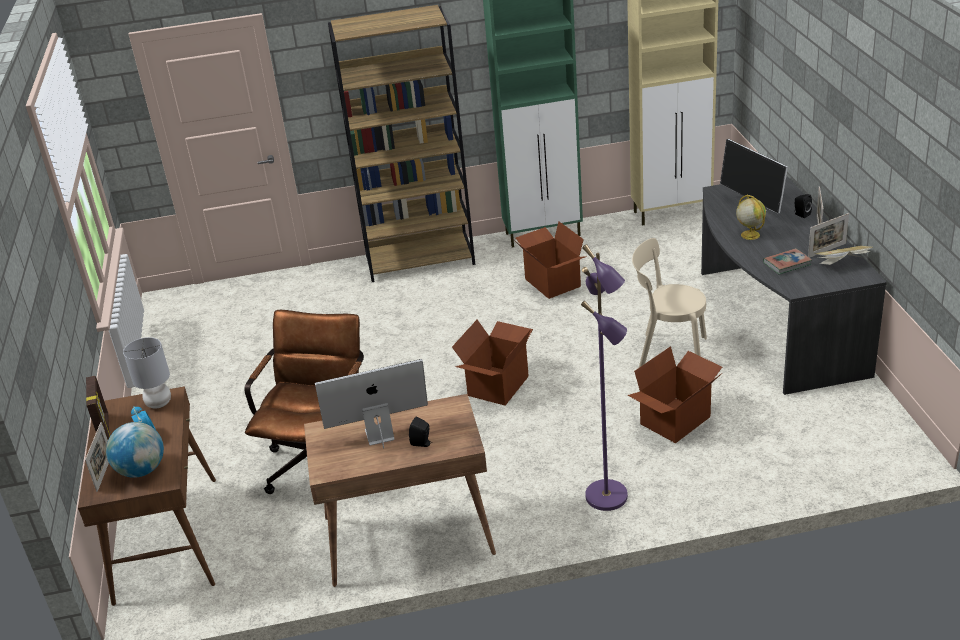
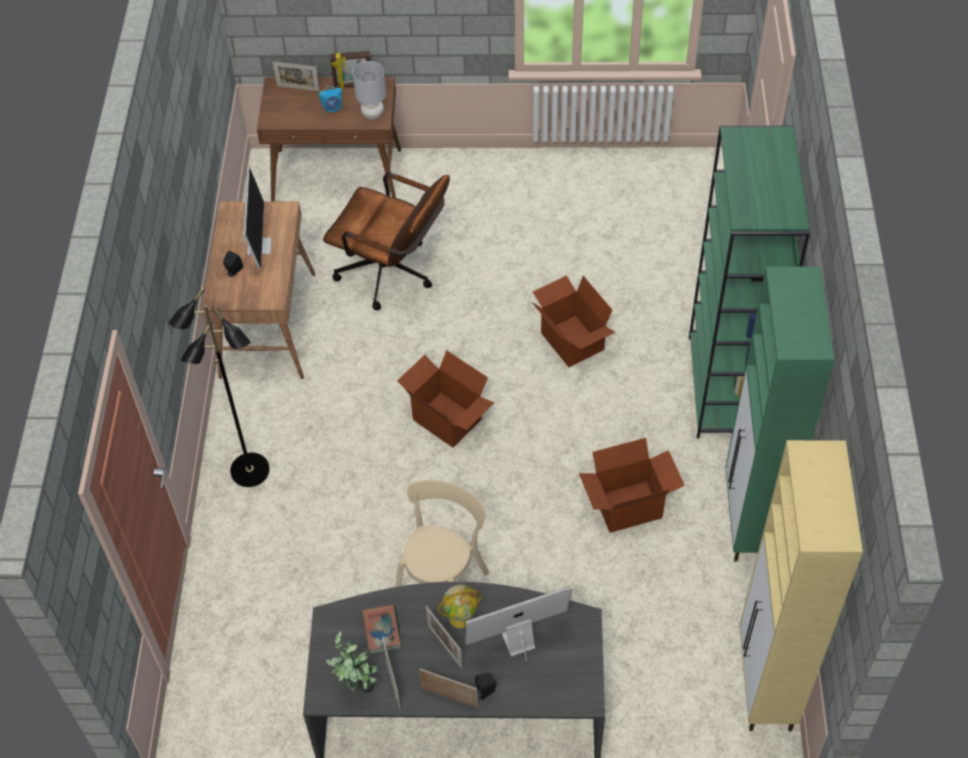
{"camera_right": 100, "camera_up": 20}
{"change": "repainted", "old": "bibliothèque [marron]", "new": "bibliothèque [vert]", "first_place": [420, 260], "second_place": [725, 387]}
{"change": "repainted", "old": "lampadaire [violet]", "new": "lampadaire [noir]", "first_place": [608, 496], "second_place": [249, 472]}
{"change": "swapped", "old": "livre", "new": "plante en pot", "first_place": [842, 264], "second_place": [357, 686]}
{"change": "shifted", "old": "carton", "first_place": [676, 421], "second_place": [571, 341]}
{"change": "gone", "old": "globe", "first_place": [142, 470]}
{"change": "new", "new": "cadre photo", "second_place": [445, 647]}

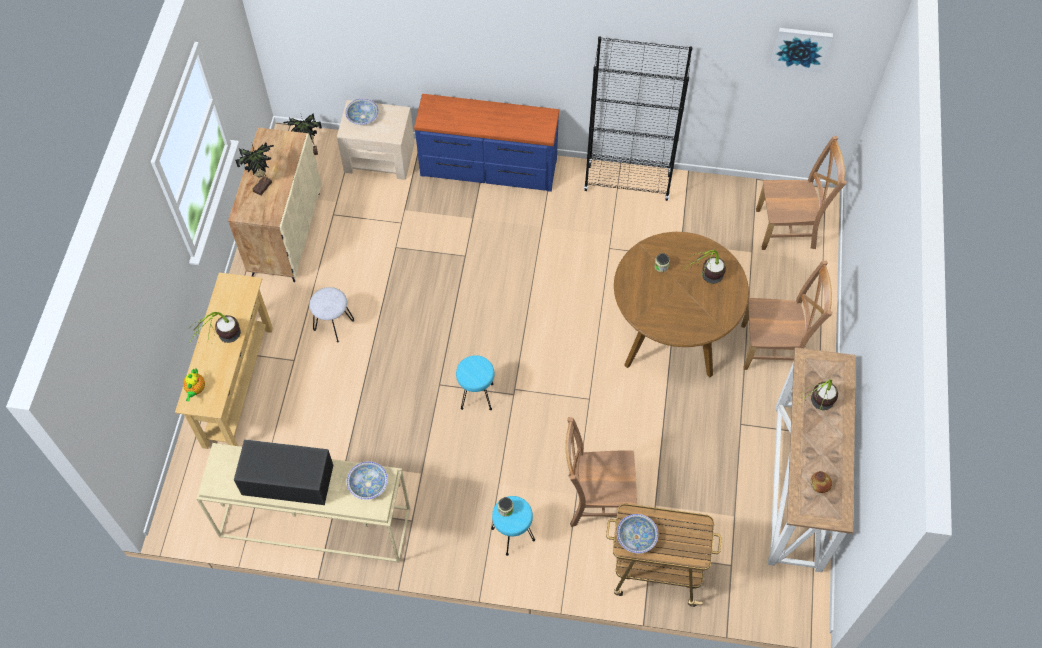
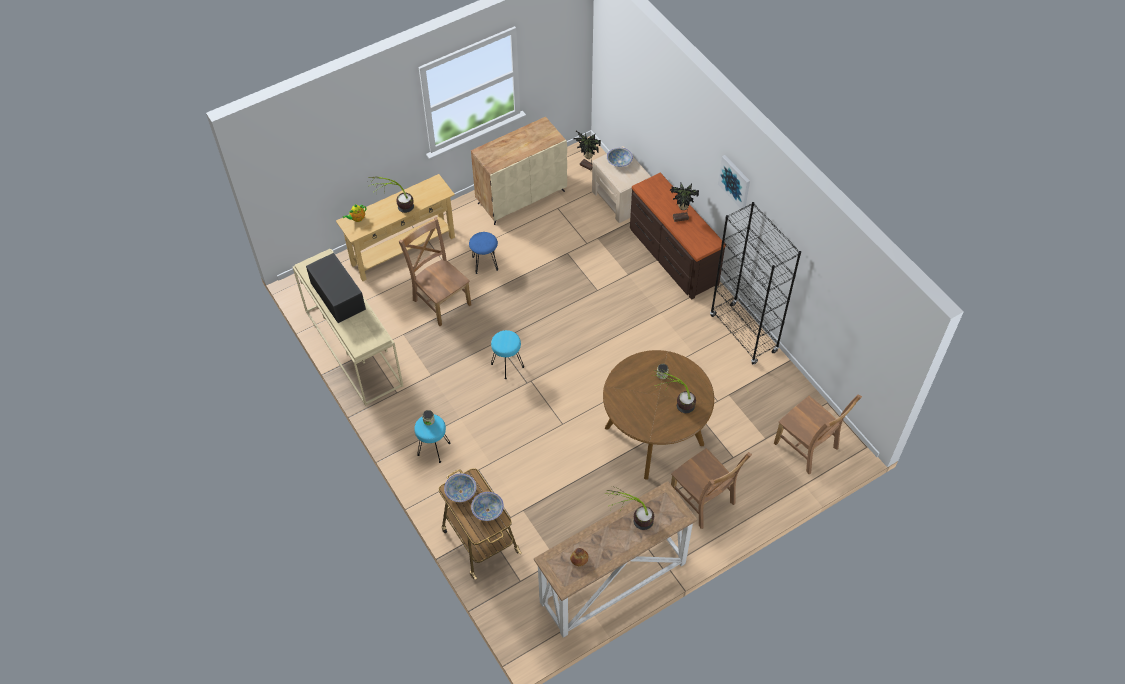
{"camera_right": 50, "camera_up": -5}
{"change": "shifted", "old": "tableau", "first_place": [800, 48], "second_place": [735, 181]}
{"change": "repainted", "old": "commode [bleu]", "new": "commode [marron]", "first_place": [488, 168], "second_place": [672, 256]}
{"change": "shifted", "old": "plante en pot", "first_place": [264, 187], "second_place": [681, 219]}
{"change": "repainted", "old": "tabouret [gris]", "new": "tabouret [bleu]", "first_place": [333, 325], "second_place": [485, 263]}
{"change": "shifted", "old": "chaise [marron]", "first_place": [596, 499], "second_place": [440, 300]}
{"change": "shifted", "old": "bol", "first_place": [368, 484], "second_place": [487, 510]}

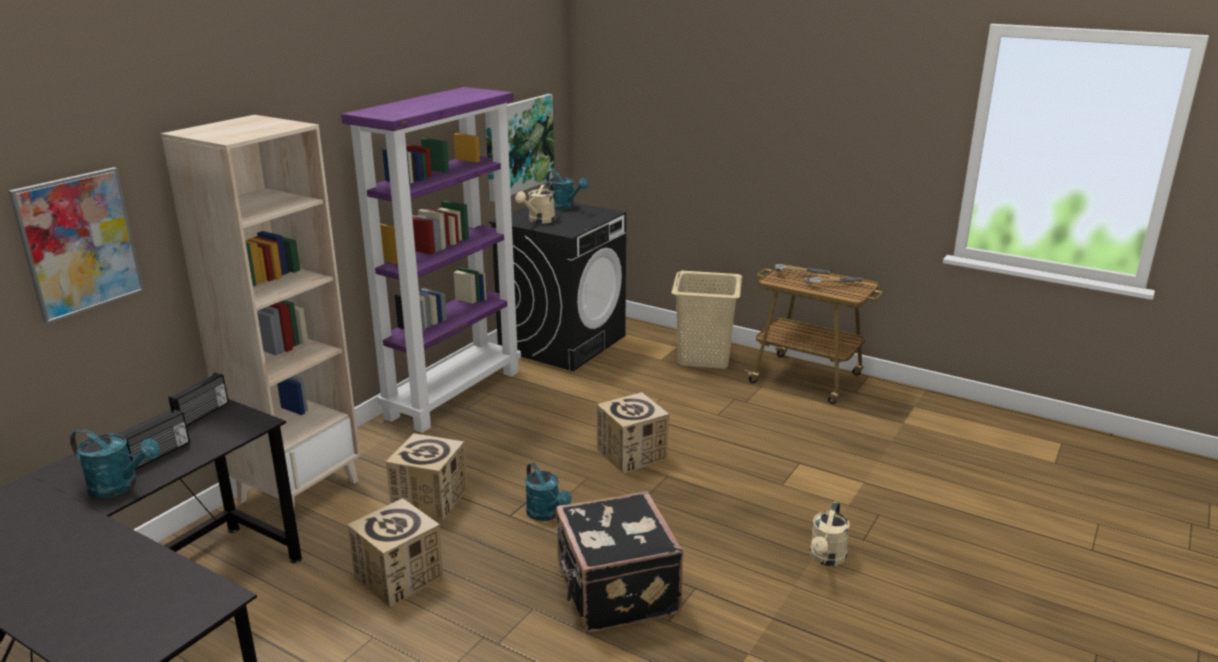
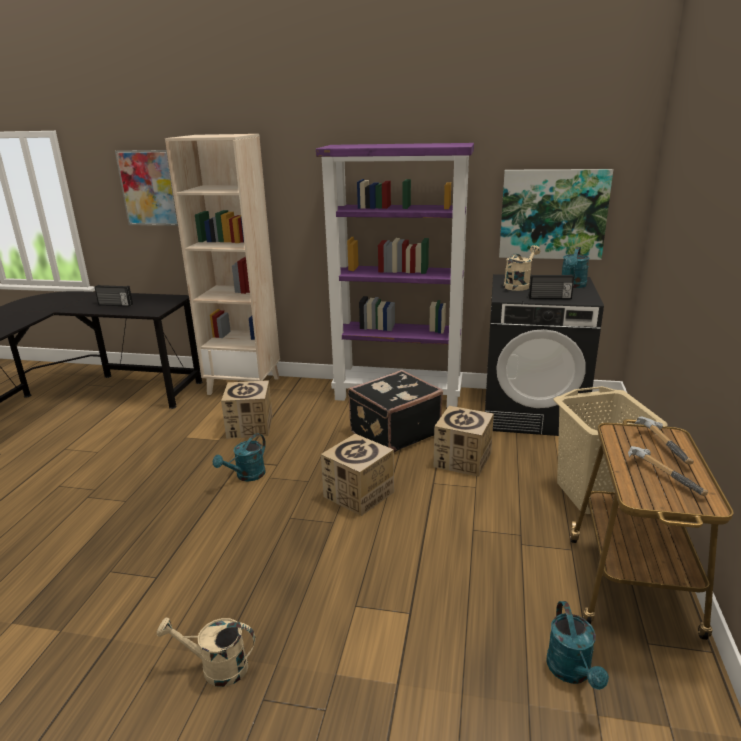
{"camera_right": 70, "camera_up": 0}
{"change": "rotated", "old": "arrosoir [beige]", "first_place": [539, 221], "second_place": [519, 285], "degrees": 120}
{"change": "shifted", "old": "radio", "first_place": [203, 414], "second_place": [549, 298]}
{"change": "shifted", "old": "arrosoir [turquoise]", "first_place": [120, 486], "second_place": [572, 672]}
{"change": "shifted", "old": "valise [noir]", "first_place": [615, 591], "second_place": [393, 432]}
{"change": "shifted", "old": "carton", "first_place": [399, 577], "second_place": [462, 460]}

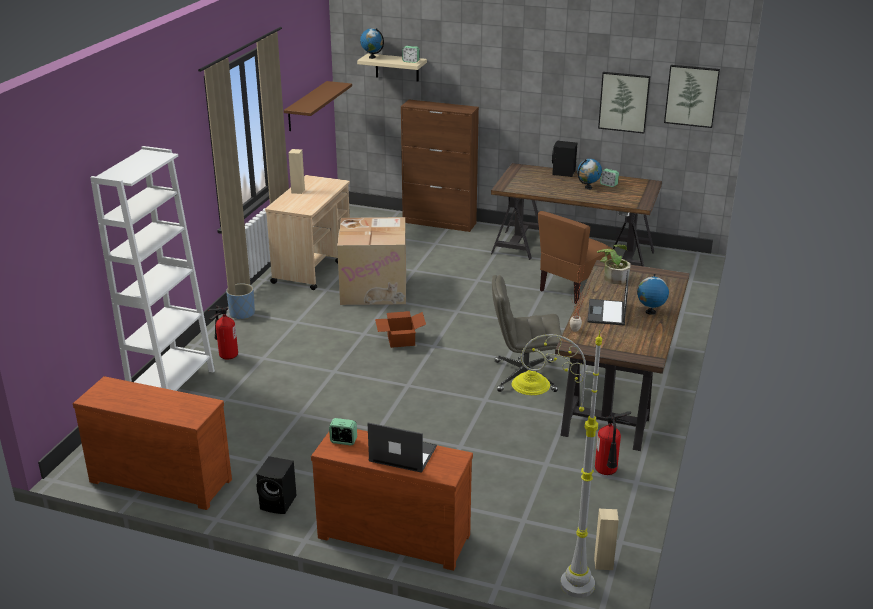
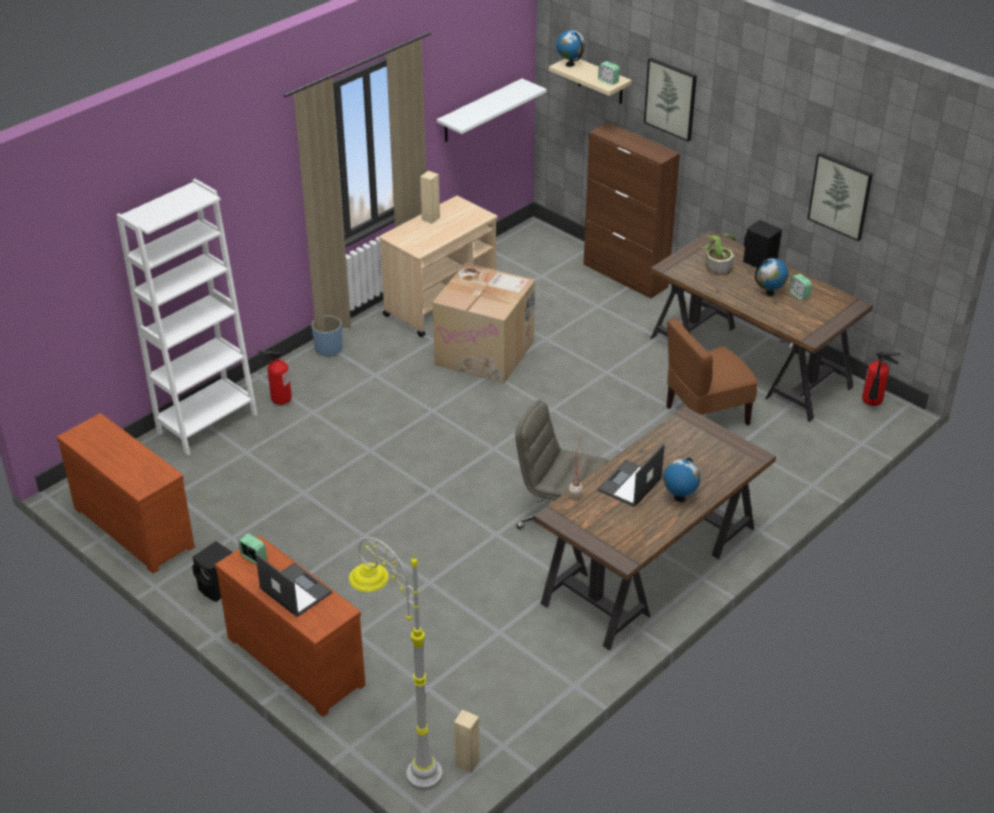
{"camera_right": 25, "camera_up": 10}
{"change": "shifted", "old": "tableau", "first_place": [691, 95], "second_place": [671, 98]}
{"change": "repainted", "old": "étagère [marron]", "new": "étagère [blanc]", "first_place": [306, 106], "second_place": [480, 111]}
{"change": "shifted", "old": "plante en pot", "first_place": [613, 277], "second_place": [717, 266]}
{"change": "gone", "old": "carton", "first_place": [400, 340]}
{"change": "shifted", "old": "extincteur", "first_place": [607, 473], "second_place": [872, 404]}

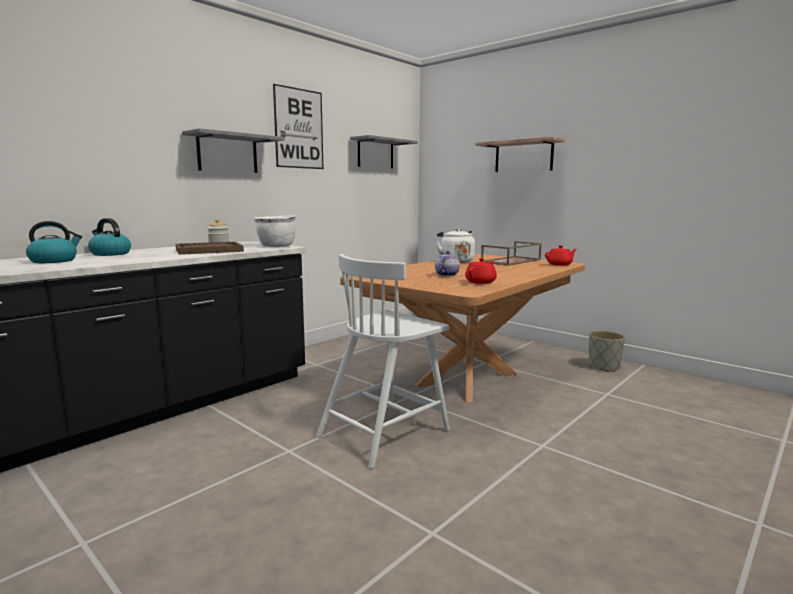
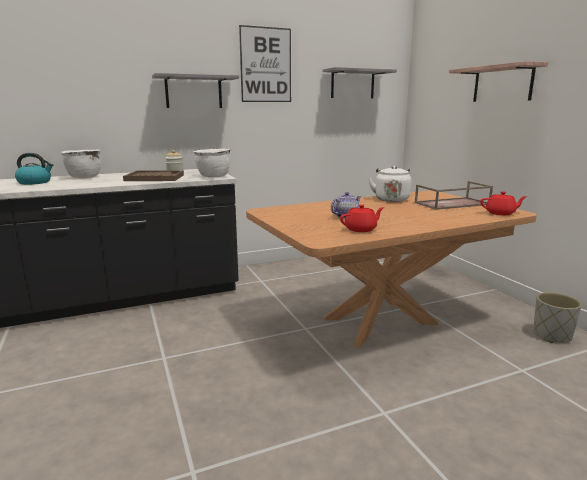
{"camera_right": 25, "camera_up": 5}
{"change": "swapped", "old": "bouilloire", "new": "marmite [blanc]", "first_place": [110, 254], "second_place": [84, 177]}
{"change": "gone", "old": "chaise [blanc]", "first_place": [385, 432]}

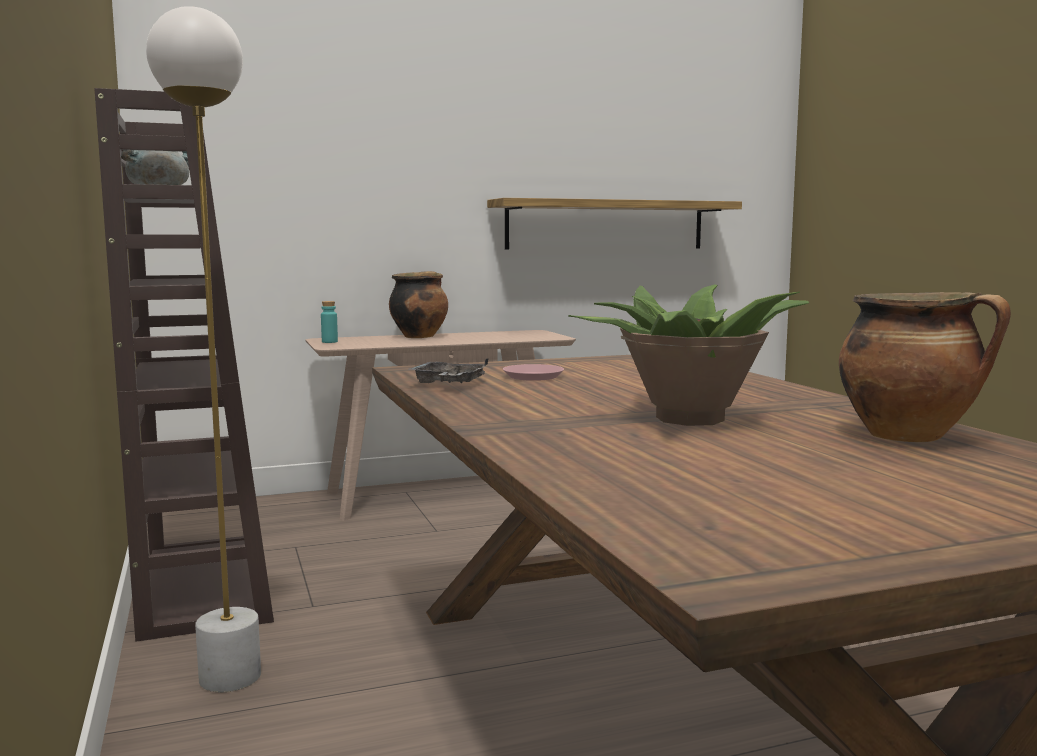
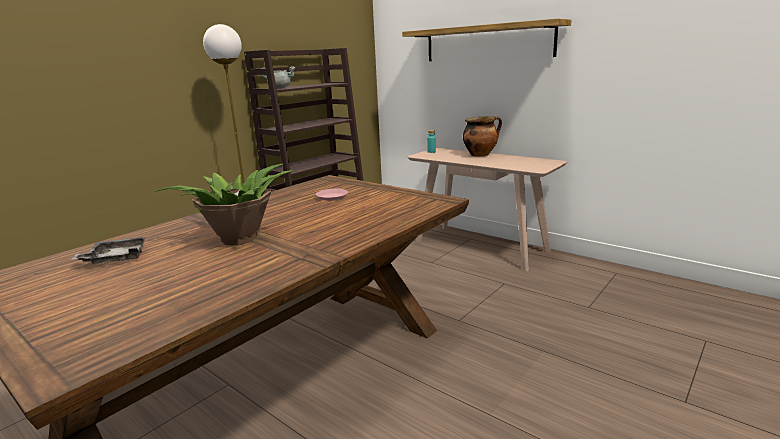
{"camera_right": 60, "camera_up": 10}
{"change": "shifted", "old": "étagère", "first_place": [606, 225], "second_place": [487, 43]}
{"change": "gone", "old": "marmite", "first_place": [910, 436]}
{"change": "shifted", "old": "plateau [gris]", "first_place": [449, 384], "second_place": [116, 258]}

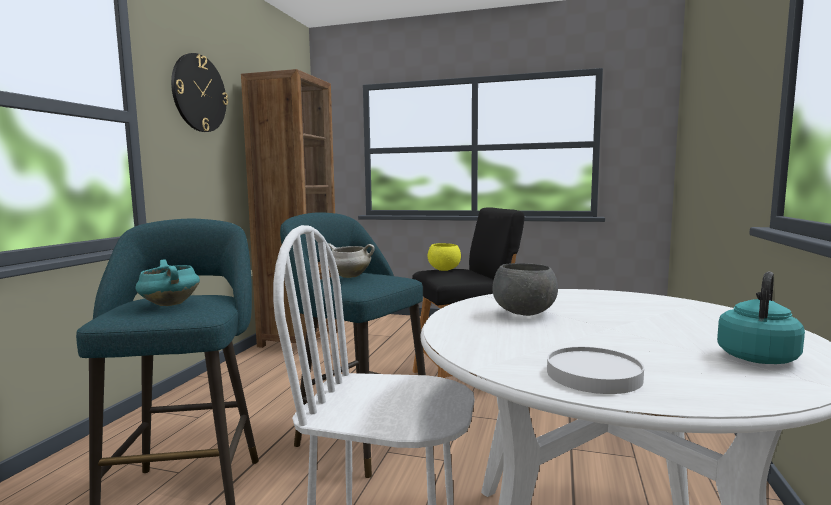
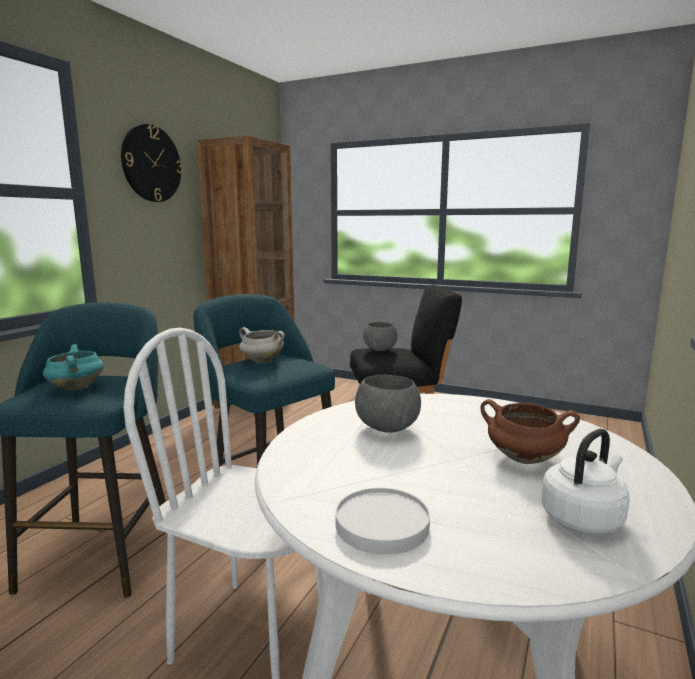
{"camera_right": 10, "camera_up": 5}
{"change": "repainted", "old": "bol [jaune]", "new": "bol [gris]", "first_place": [443, 270], "second_place": [379, 350]}
{"change": "repainted", "old": "bouilloire [turquoise]", "new": "bouilloire [blanc]", "first_place": [757, 356], "second_place": [583, 518]}
{"change": "new", "new": "marmite [marron]", "second_place": [523, 459]}

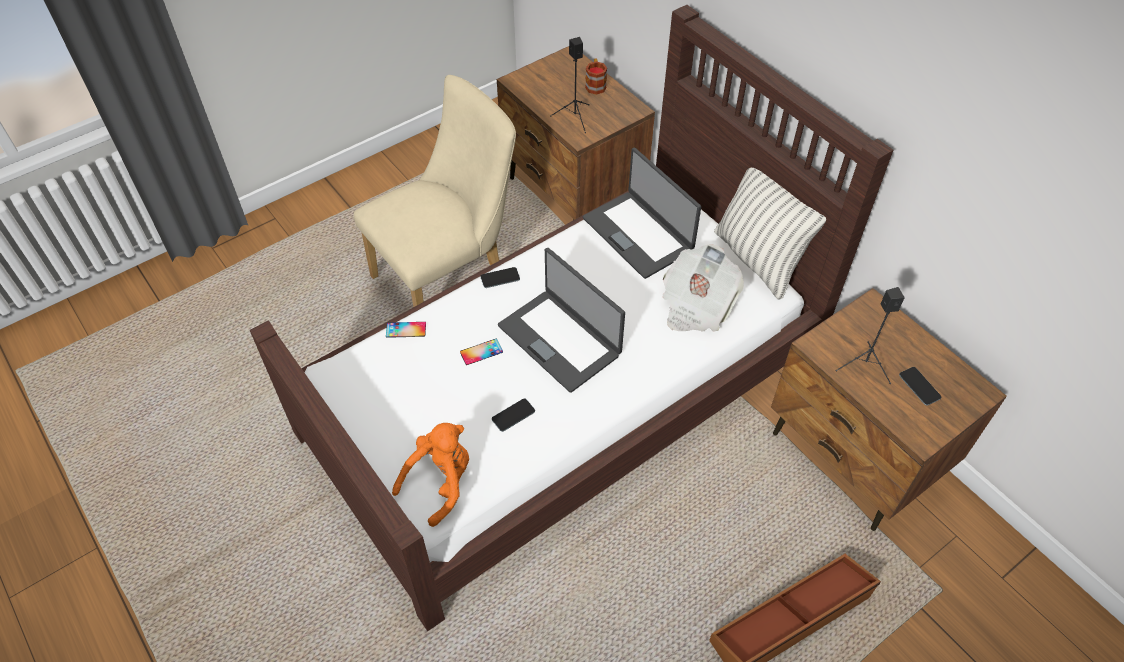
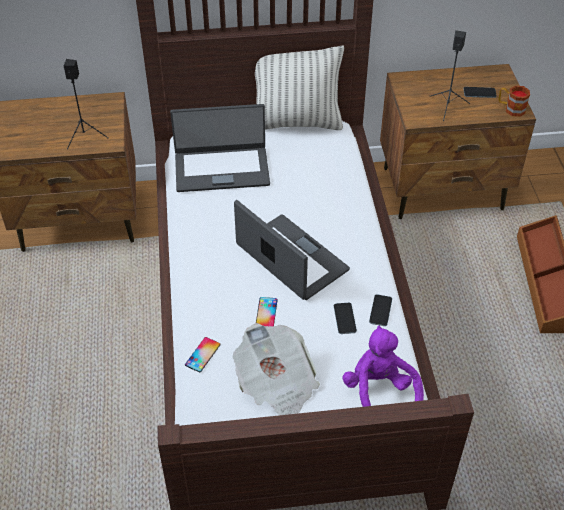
{"camera_right": -60, "camera_up": -5}
{"change": "shifted", "old": "mug", "first_place": [595, 84], "second_place": [511, 108]}
{"change": "gone", "old": "chaise [beige]", "first_place": [449, 278]}
{"change": "shifted", "old": "journal", "first_place": [696, 305], "second_place": [276, 384]}
{"change": "rotated", "old": "ordinateur portable", "first_place": [560, 339], "second_place": [290, 259], "degrees": -120}
{"change": "shifted", "old": "téléphone", "first_place": [500, 278], "second_place": [380, 310]}
{"change": "repainted", "old": "peluche [orange]", "new": "peluche [violet]", "first_place": [440, 482], "second_place": [379, 393]}

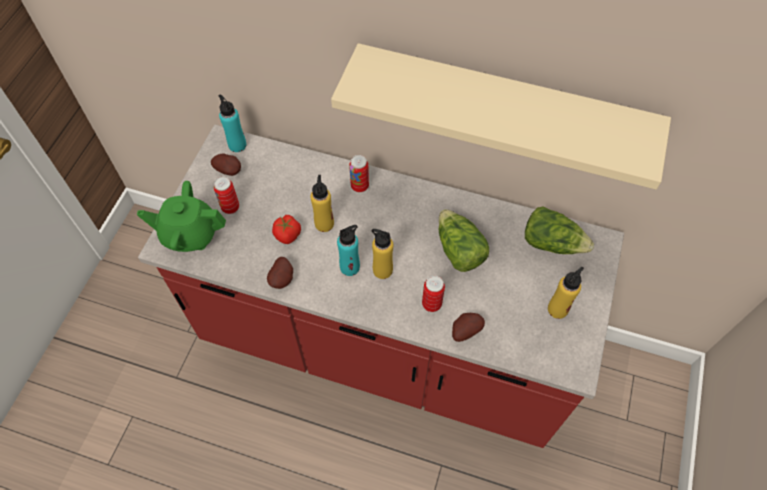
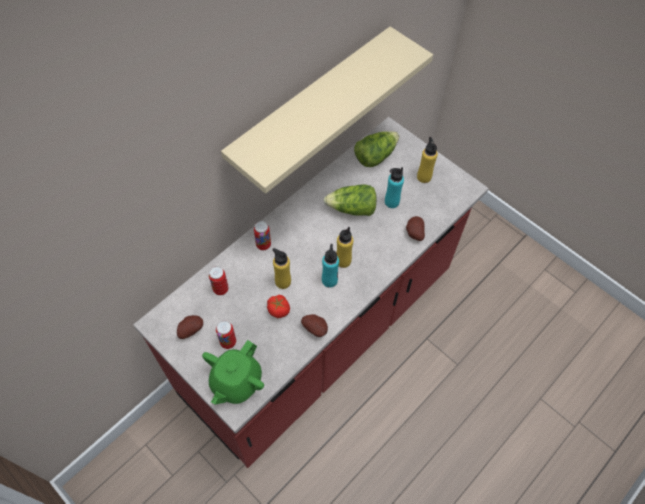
{"camera_right": -65, "camera_up": 0}
{"change": "shifted", "old": "bouteille [turquoise]", "first_place": [237, 145], "second_place": [391, 202]}
{"change": "shifted", "old": "boîte métallique", "first_place": [431, 304], "second_place": [220, 289]}

